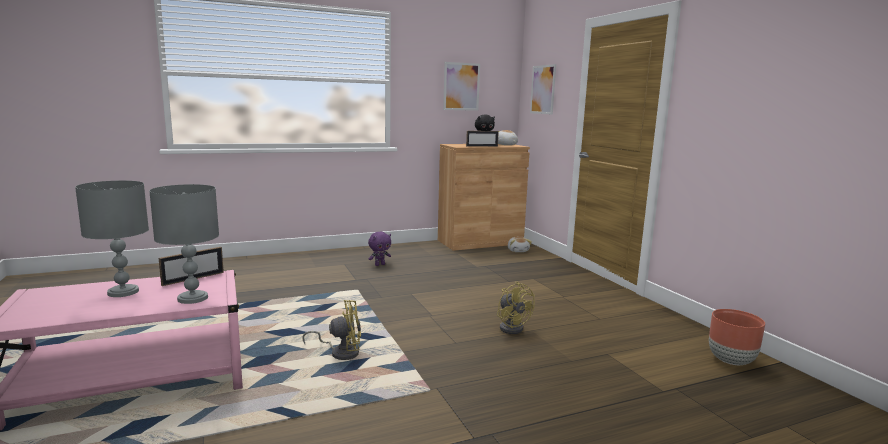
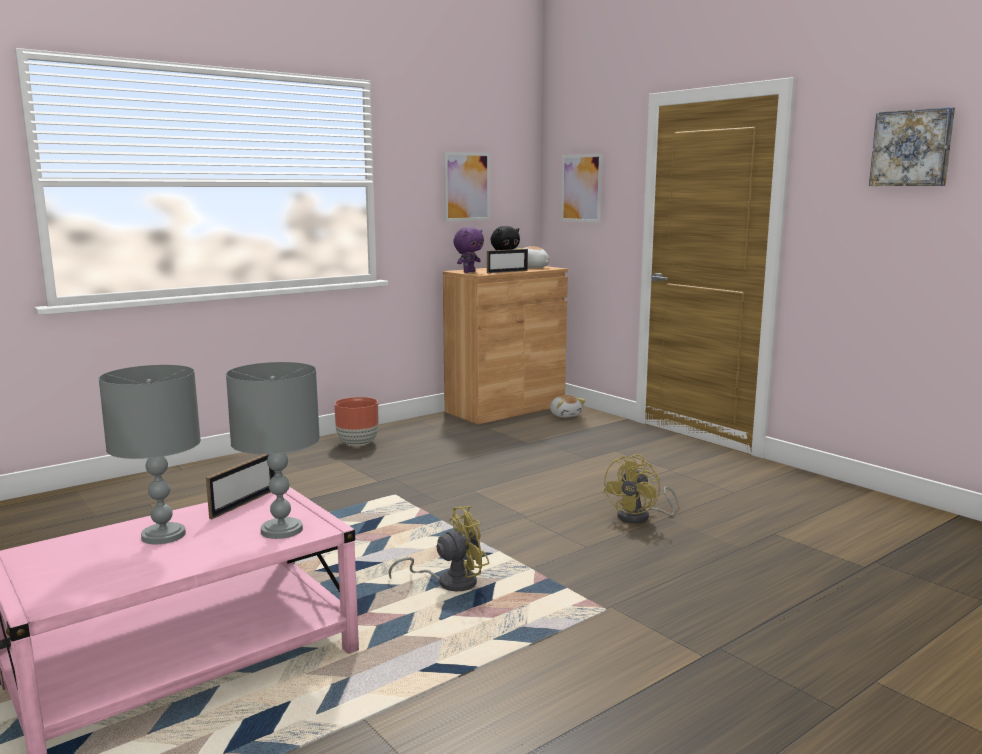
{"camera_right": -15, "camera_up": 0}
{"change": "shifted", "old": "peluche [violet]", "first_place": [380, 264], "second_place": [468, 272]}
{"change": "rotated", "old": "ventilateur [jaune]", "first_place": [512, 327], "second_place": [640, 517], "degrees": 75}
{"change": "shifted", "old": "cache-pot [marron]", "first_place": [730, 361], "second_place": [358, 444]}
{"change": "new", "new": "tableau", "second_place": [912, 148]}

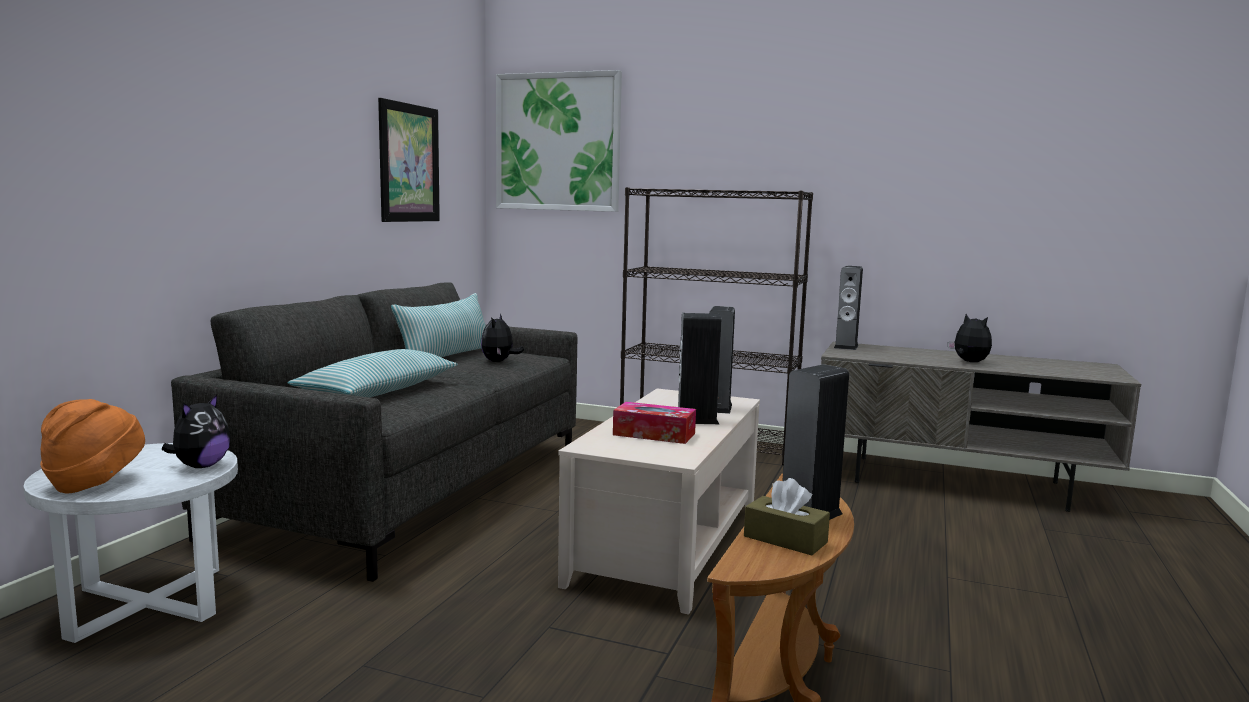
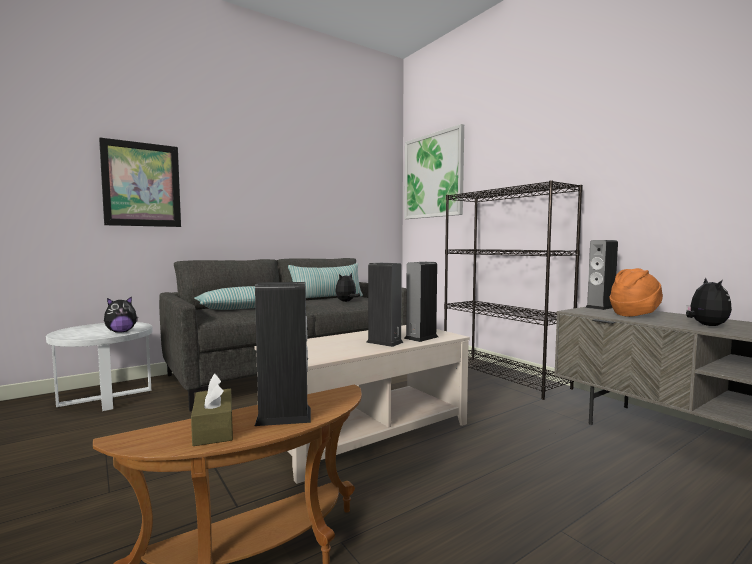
{"camera_right": 35, "camera_up": -5}
{"change": "shifted", "old": "tableau", "first_place": [409, 163], "second_place": [142, 184]}
{"change": "shifted", "old": "chapeau [orange]", "first_place": [96, 483], "second_place": [634, 314]}
{"change": "gone", "old": "boîte à mouchoirs", "first_place": [654, 434]}

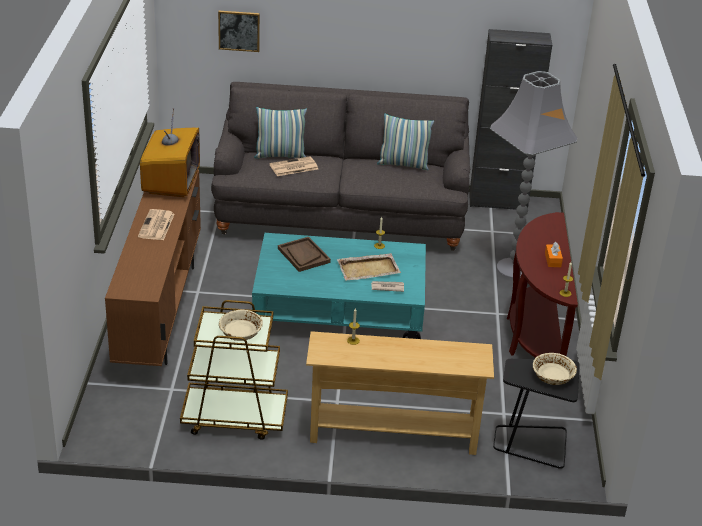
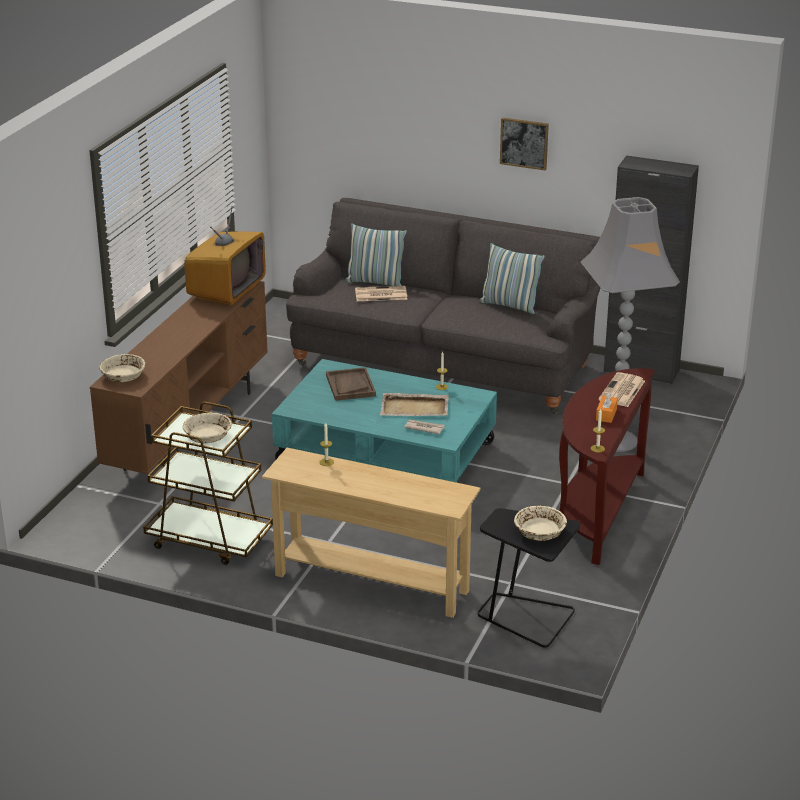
{"camera_right": 20, "camera_up": -5}
{"change": "shifted", "old": "tableau", "first_place": [239, 30], "second_place": [524, 143]}
{"change": "shifted", "old": "journal", "first_place": [156, 226], "second_place": [622, 391]}
{"change": "new", "new": "bol [beige]", "second_place": [123, 376]}

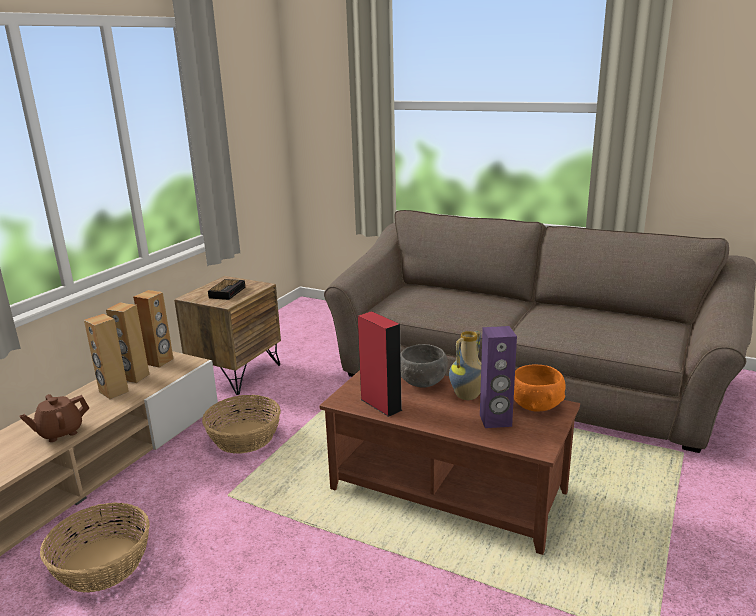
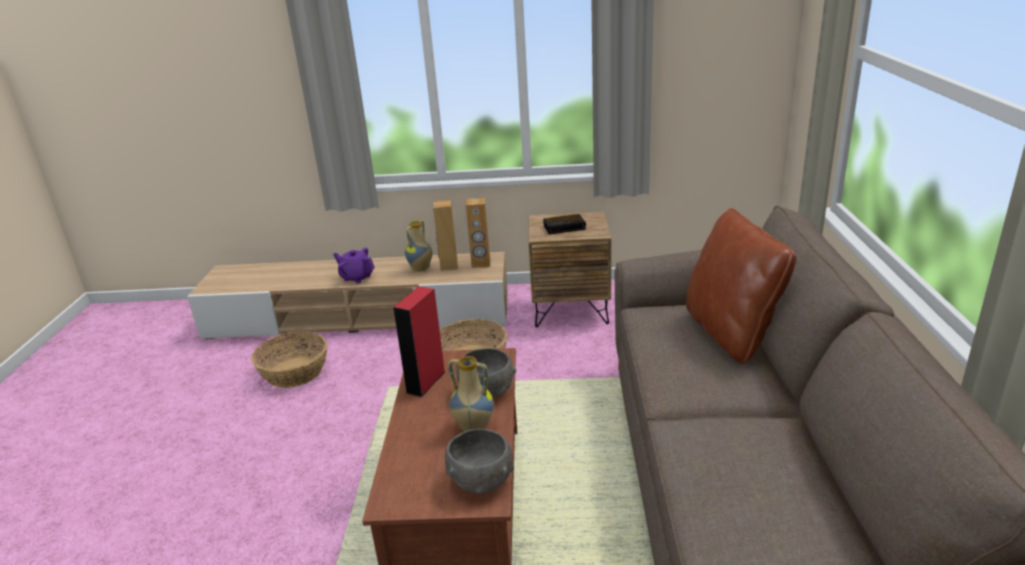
{"camera_right": 65, "camera_up": 5}
{"change": "swapped", "old": "enceinte [marron]", "new": "vase", "first_place": [113, 392], "second_place": [421, 269]}
{"change": "gone", "old": "enceinte [violet]", "first_place": [495, 421]}
{"change": "repainted", "old": "bol [orange]", "new": "bol [gris]", "first_place": [535, 405], "second_place": [480, 481]}
{"change": "repainted", "old": "théière [marron]", "new": "théière [violet]", "first_place": [60, 432], "second_place": [356, 277]}
{"change": "new", "new": "coussin [marron]", "second_place": [731, 333]}

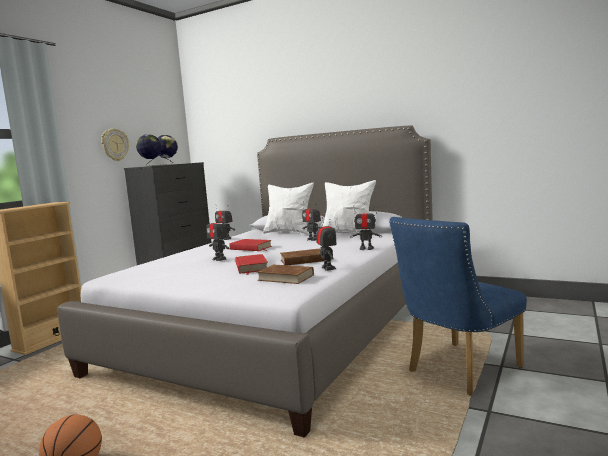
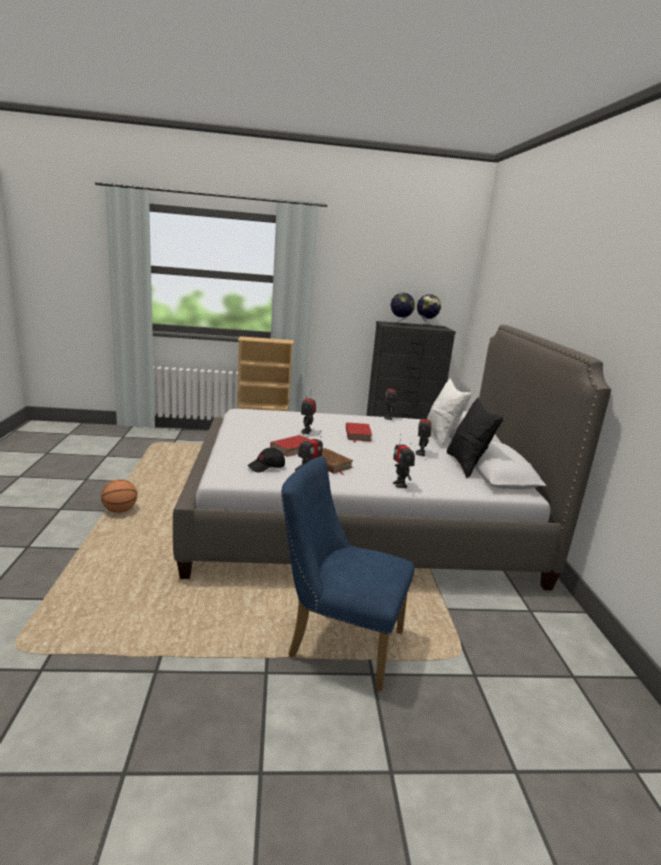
{"camera_right": 55, "camera_up": 10}
{"change": "gone", "old": "horloge murale", "first_place": [114, 145]}
{"change": "repainted", "old": "coussin [blanc]", "new": "coussin [noir]", "first_place": [348, 233], "second_place": [467, 465]}
{"change": "swapped", "old": "livre [marron]", "new": "casquette [noir]", "first_place": [285, 277], "second_place": [266, 467]}

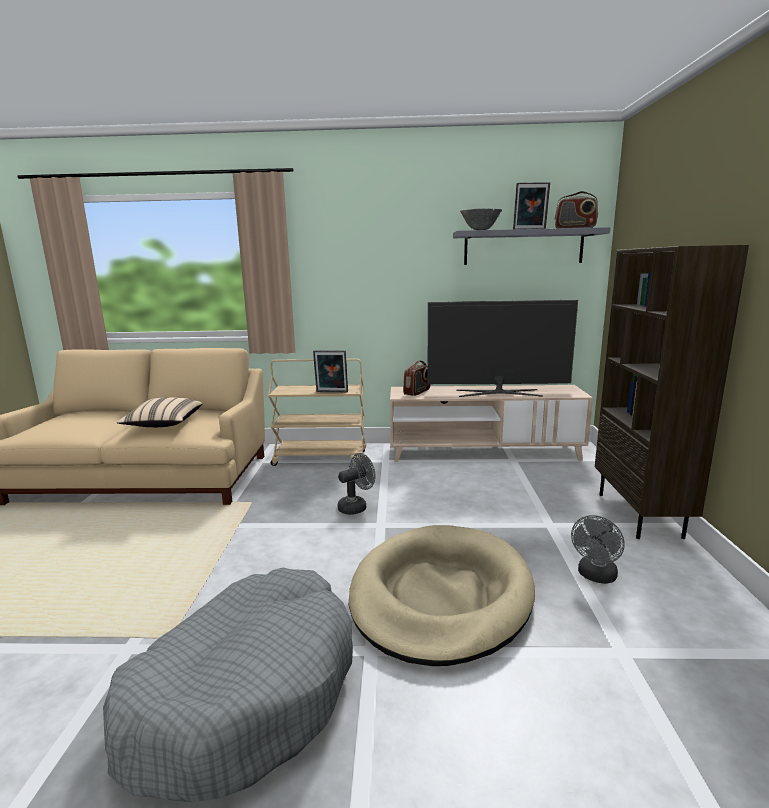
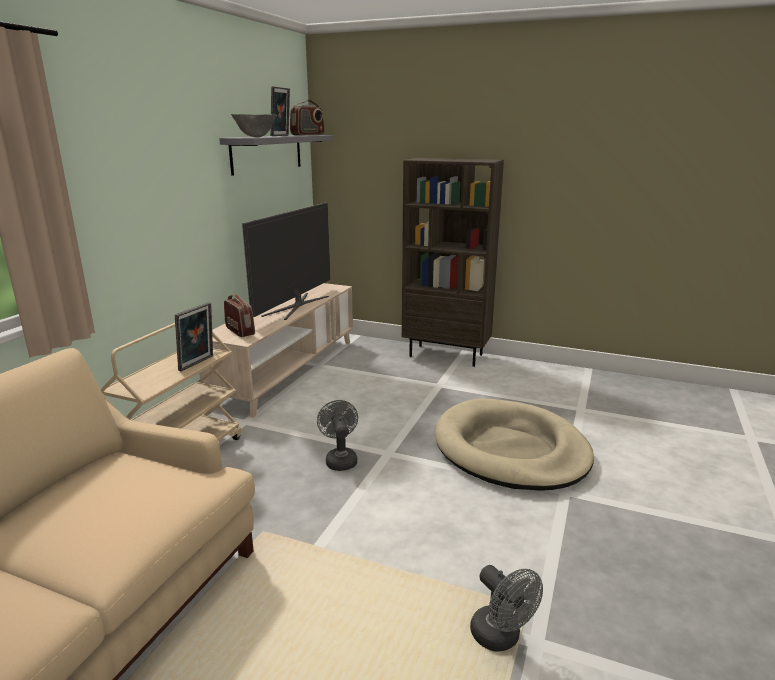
{"camera_right": -70, "camera_up": 5}
{"change": "gone", "old": "coussin [beige]", "first_place": [164, 425]}
{"change": "shifted", "old": "ventilateur [gris]", "first_place": [595, 576], "second_place": [501, 638]}
{"change": "gone", "old": "panier pour chien [gris]", "first_place": [245, 692]}

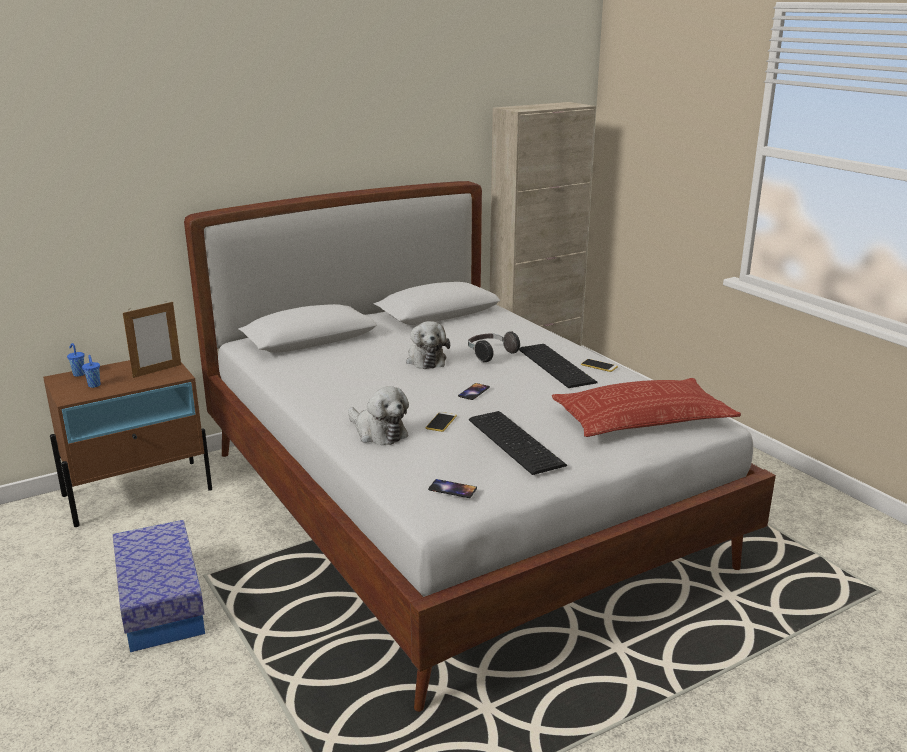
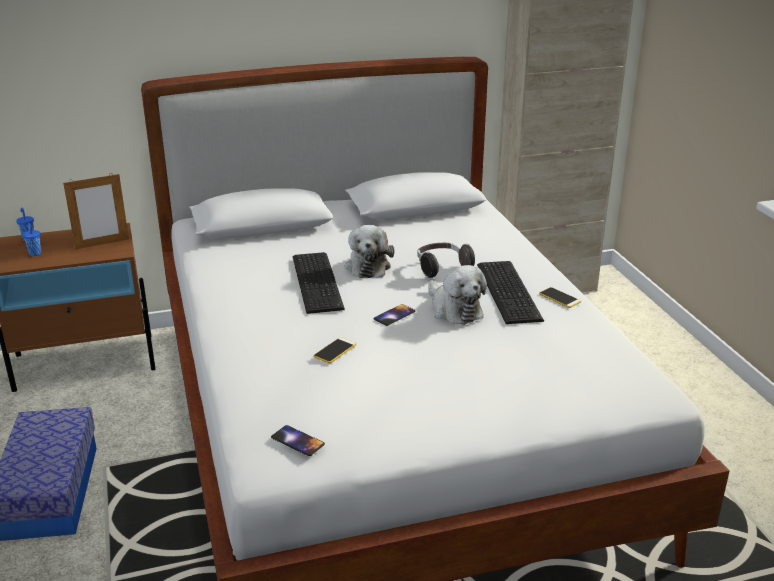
{"camera_right": 15, "camera_up": 5}
{"change": "gone", "old": "coussin", "first_place": [642, 418]}
{"change": "shifted", "old": "peluche", "first_place": [378, 432], "second_place": [454, 309]}
{"change": "shifted", "old": "clavier", "first_place": [516, 441], "second_place": [319, 281]}

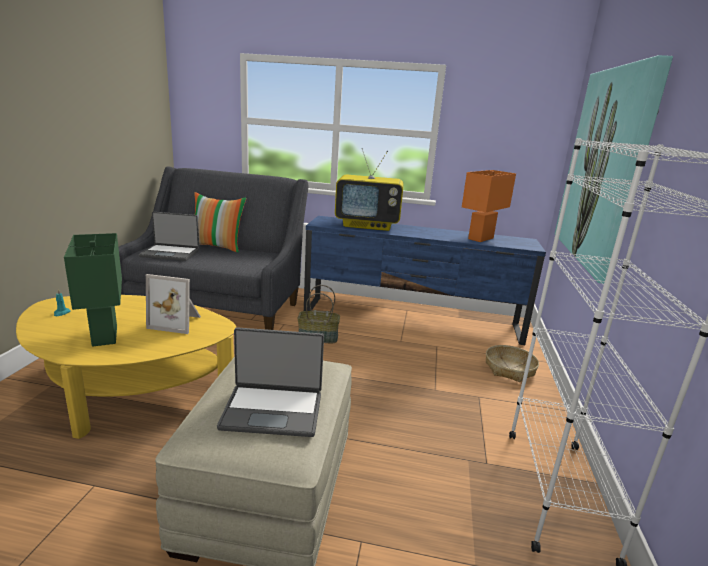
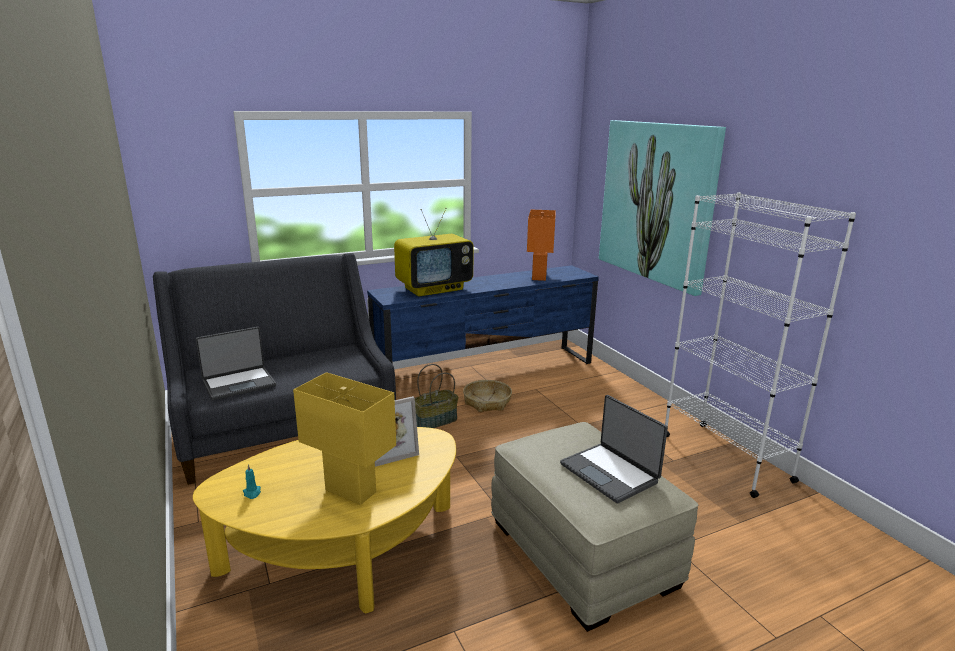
{"camera_right": -35, "camera_up": 0}
{"change": "gone", "old": "coussin", "first_place": [217, 247]}
{"change": "repainted", "old": "lampe de table [vert]", "new": "lampe de table [jaune]", "first_place": [105, 336], "second_place": [350, 491]}
{"change": "rotated", "old": "ordinateur portable", "first_place": [273, 410], "second_place": [610, 473], "degrees": 90}
{"change": "shifted", "old": "panier", "first_place": [509, 369], "second_place": [487, 402]}

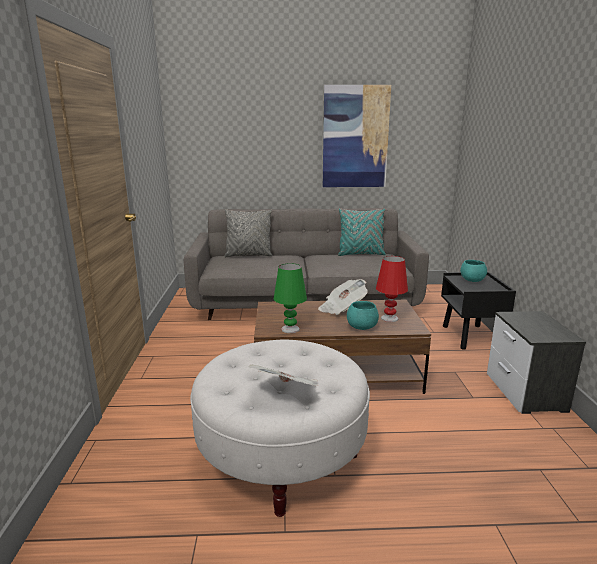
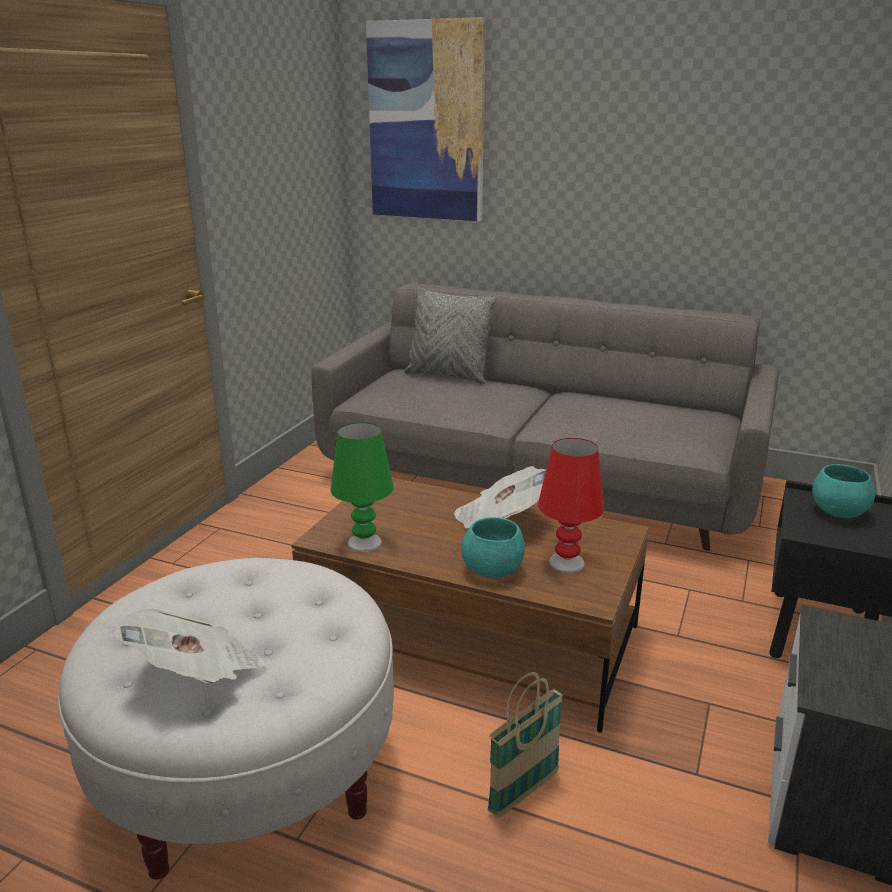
{"camera_right": 25, "camera_up": 5}
{"change": "shifted", "old": "tableau", "first_place": [355, 137], "second_place": [427, 122]}
{"change": "gone", "old": "coussin [turquoise]", "first_place": [360, 254]}
{"change": "new", "new": "panier", "second_place": [523, 793]}

